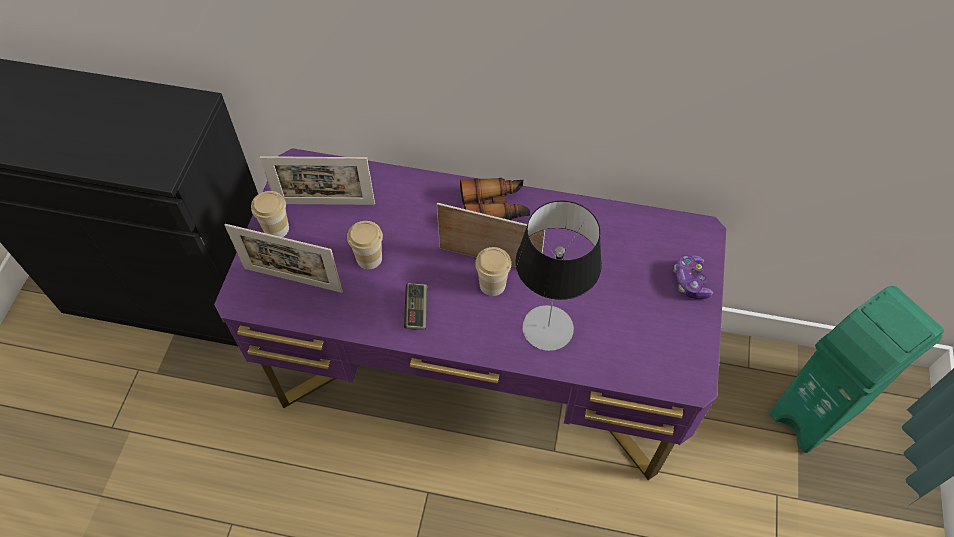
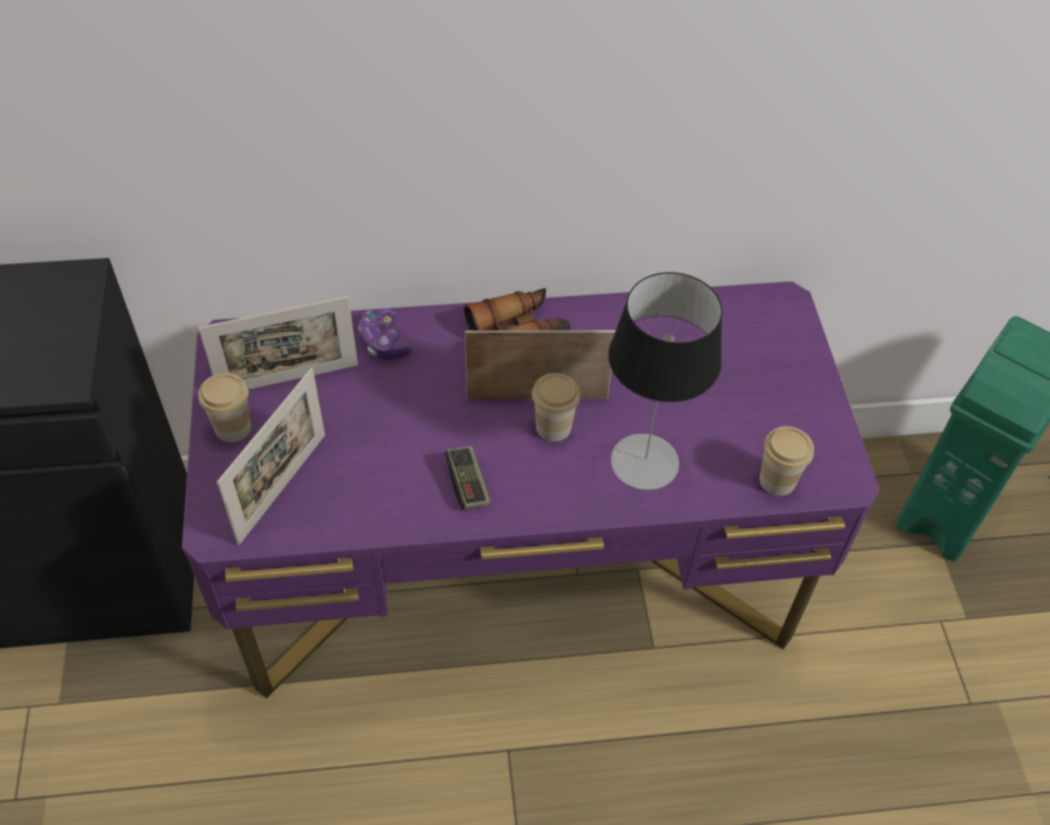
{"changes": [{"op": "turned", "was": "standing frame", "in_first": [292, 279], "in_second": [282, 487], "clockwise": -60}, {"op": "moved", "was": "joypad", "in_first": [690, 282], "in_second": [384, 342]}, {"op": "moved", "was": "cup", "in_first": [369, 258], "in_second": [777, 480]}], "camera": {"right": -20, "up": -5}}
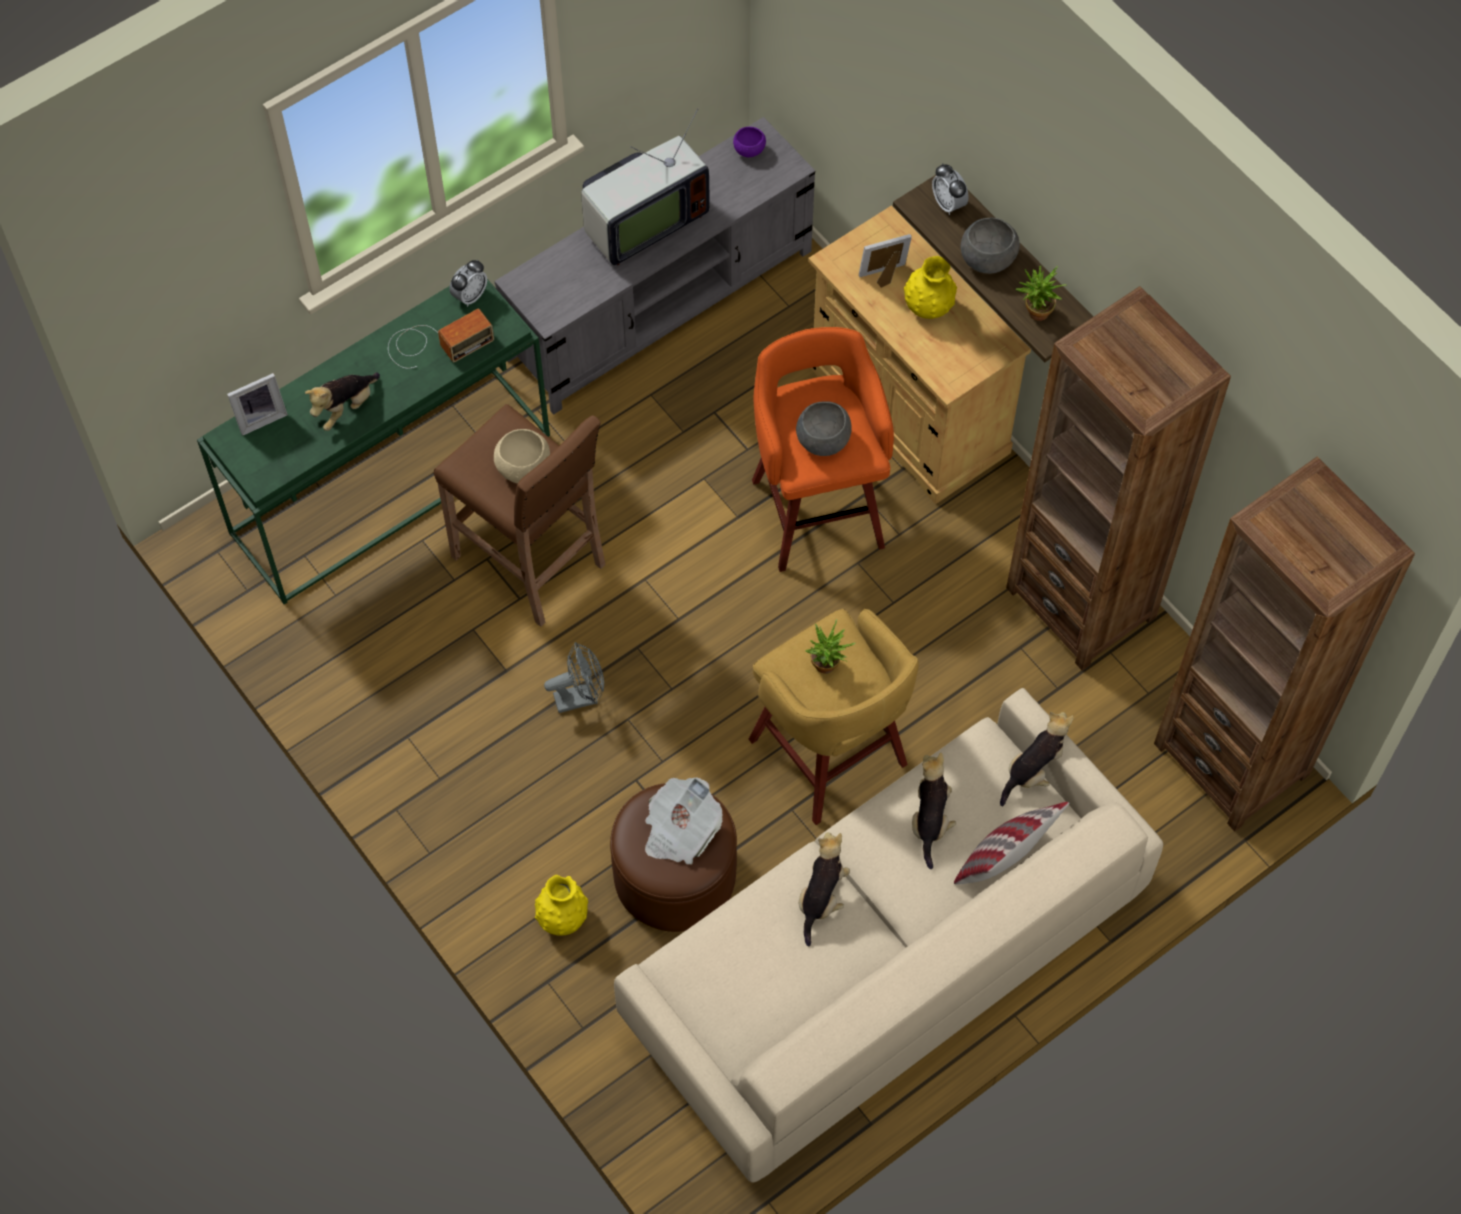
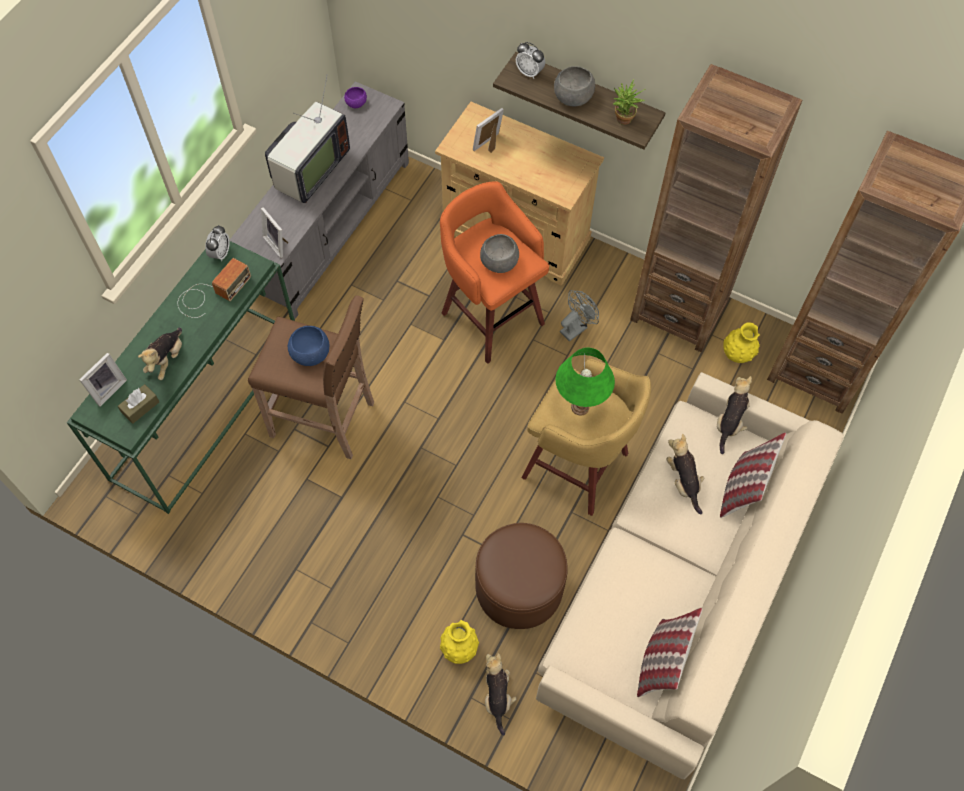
{"changes": [{"op": "added", "now": "brown tissue box", "in_second": [140, 407]}, {"op": "added", "now": "standing frame", "in_second": [278, 243]}, {"op": "recoloured", "was": "beige bowl", "now": "blue-coloured bowl", "in_first": [523, 467], "in_second": [310, 353]}, {"op": "moved", "was": "cuddly toy", "in_first": [822, 897], "in_second": [497, 696]}, {"op": "replaced", "was": "potted plant", "now": "greenish table lamp", "in_first": [828, 667], "in_second": [579, 407]}, {"op": "moved", "was": "grey fan", "in_first": [580, 697], "in_second": [576, 327]}, {"op": "added", "now": "cushion", "in_second": [661, 661]}, {"op": "moved", "was": "yellow-coloured decorative vase", "in_first": [928, 307], "in_second": [737, 354]}, {"op": "removed", "was": "newspaper", "in_first": [680, 830]}], "camera": {"right": -25, "up": 0}}
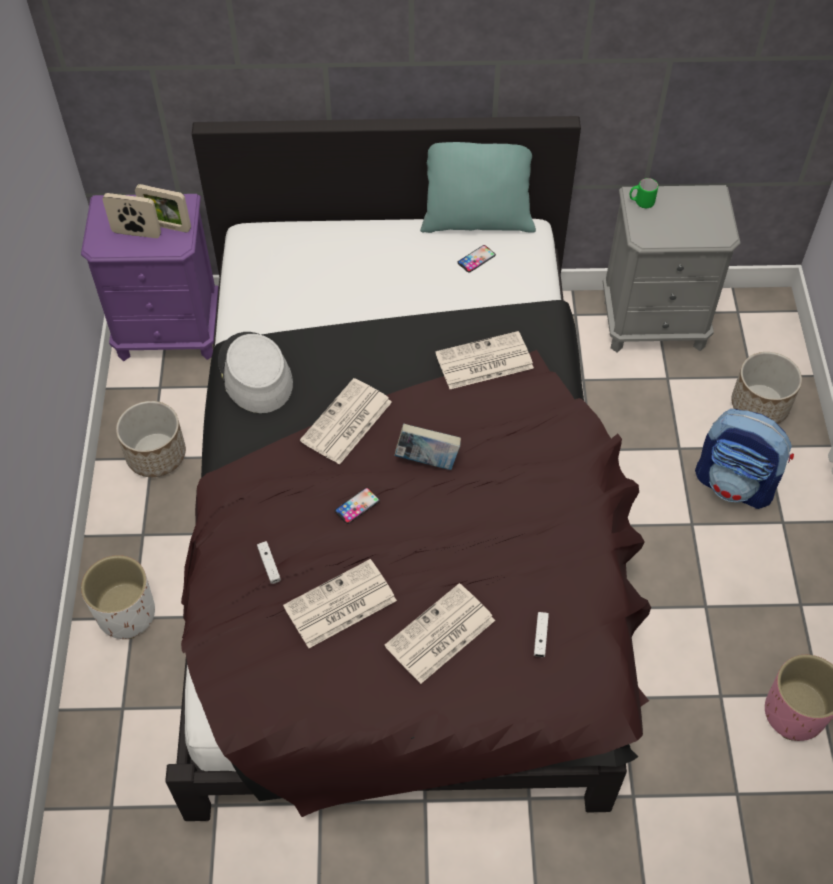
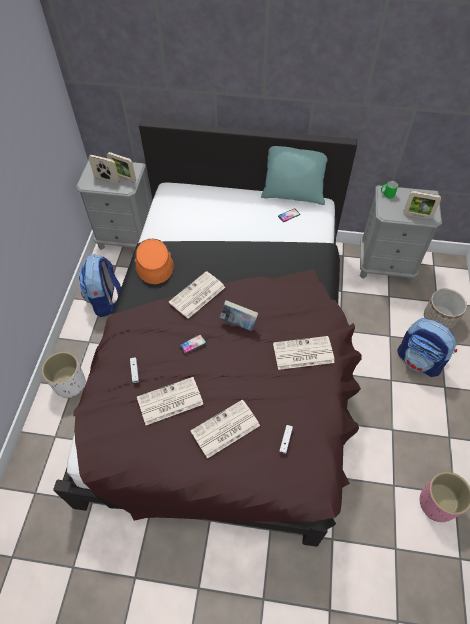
{"changes": [{"op": "recoloured", "was": "purple-coloured nightstand", "now": "grey nightstand", "in_first": [169, 332], "in_second": [127, 238]}, {"op": "replaced", "was": "flower pot", "now": "knapsack", "in_first": [156, 455], "in_second": [106, 300]}, {"op": "recoloured", "was": "grey wearable hat", "now": "orange wearable hat", "in_first": [254, 374], "in_second": [153, 262]}, {"op": "moved", "was": "newspaper", "in_first": [483, 362], "in_second": [302, 353]}, {"op": "added", "now": "standing frame", "in_second": [417, 215]}], "camera": {"right": 10, "up": 0}}
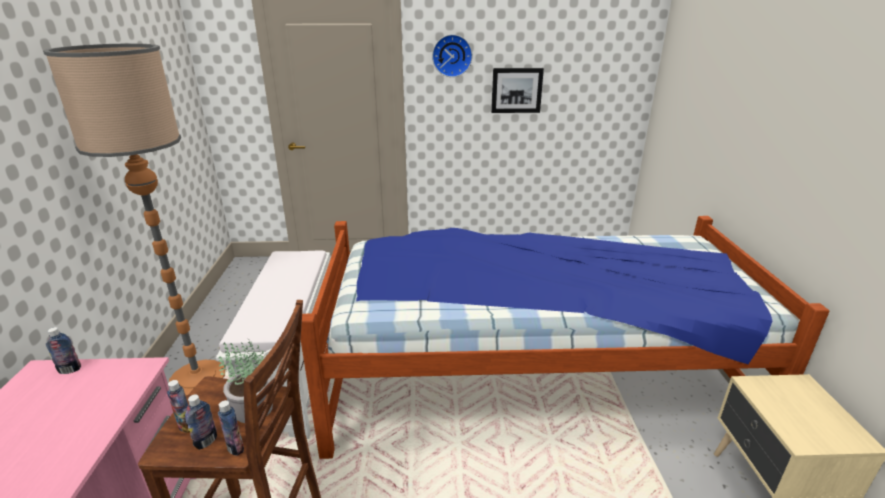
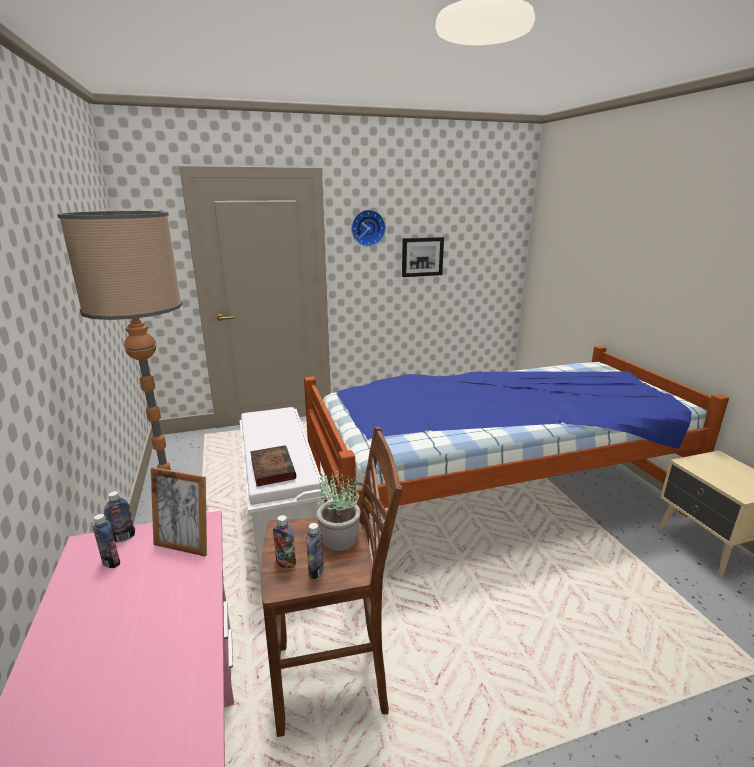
{"changes": [{"op": "moved", "was": "bottle", "in_first": [235, 448], "in_second": [111, 562]}, {"op": "added", "now": "standing frame", "in_second": [185, 544]}, {"op": "added", "now": "book", "in_second": [271, 468]}], "camera": {"right": -15, "up": -5}}
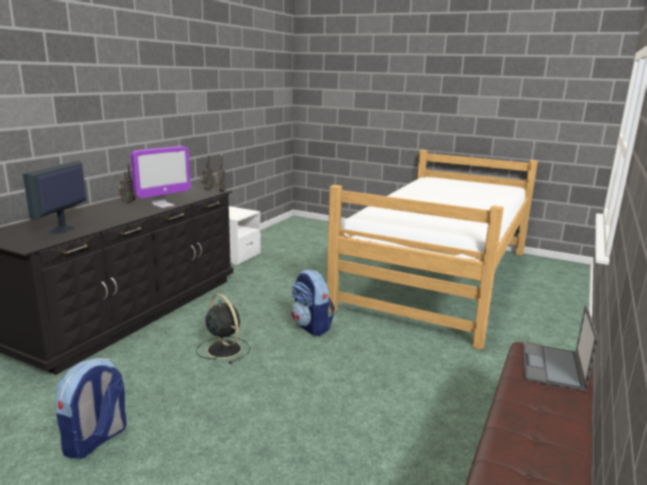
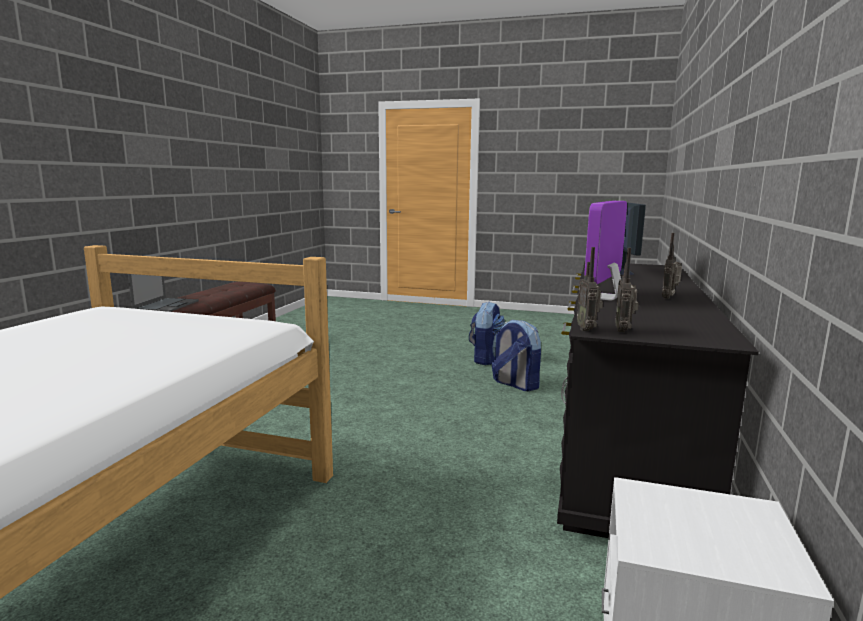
{"changes": [{"op": "moved", "was": "knapsack", "in_first": [311, 326], "in_second": [515, 384]}, {"op": "removed", "was": "black-coloured fan", "in_first": [223, 349]}], "camera": {"right": 170, "up": -5}}
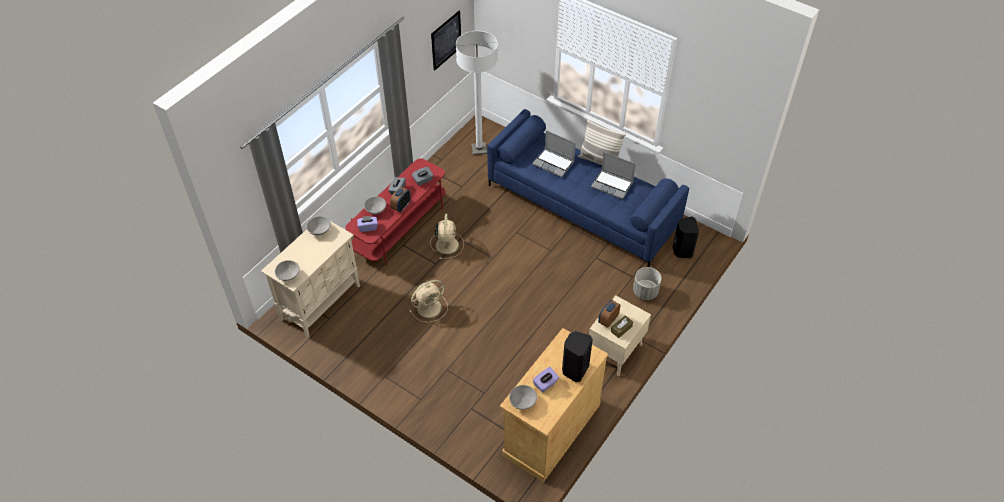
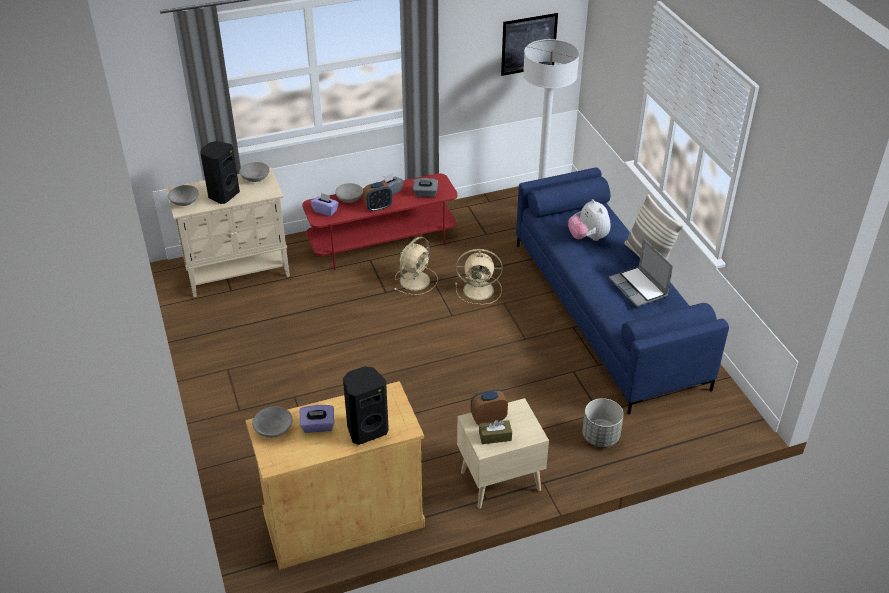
{"changes": [{"op": "moved", "was": "black-coloured speaker", "in_first": [682, 250], "in_second": [223, 195]}, {"op": "moved", "was": "beige fan", "in_first": [430, 307], "in_second": [480, 290]}, {"op": "replaced", "was": "laptop", "now": "cuddly toy", "in_first": [554, 163], "in_second": [588, 237]}], "camera": {"right": 35, "up": -10}}
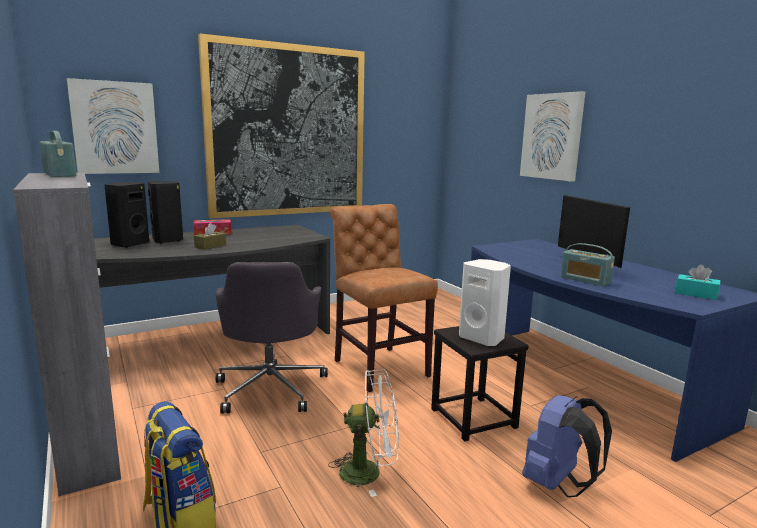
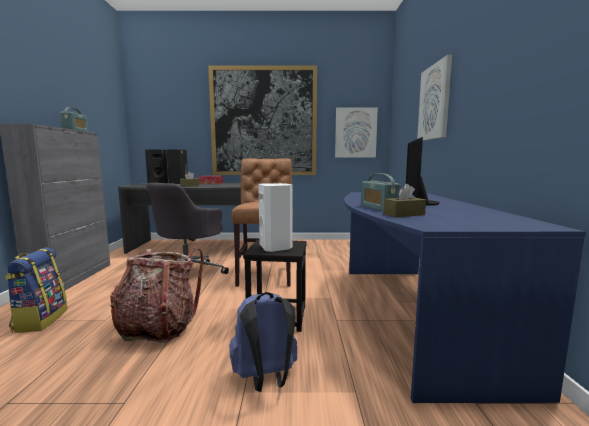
{"changes": [{"op": "replaced", "was": "white fan", "now": "knapsack", "in_first": [369, 472], "in_second": [159, 328]}, {"op": "moved", "was": "picture", "in_first": [115, 128], "in_second": [355, 133]}, {"op": "added", "now": "brown tissue box", "in_second": [404, 214]}, {"op": "removed", "was": "blue-green tissue box", "in_first": [696, 294]}], "camera": {"right": 30, "up": -5}}
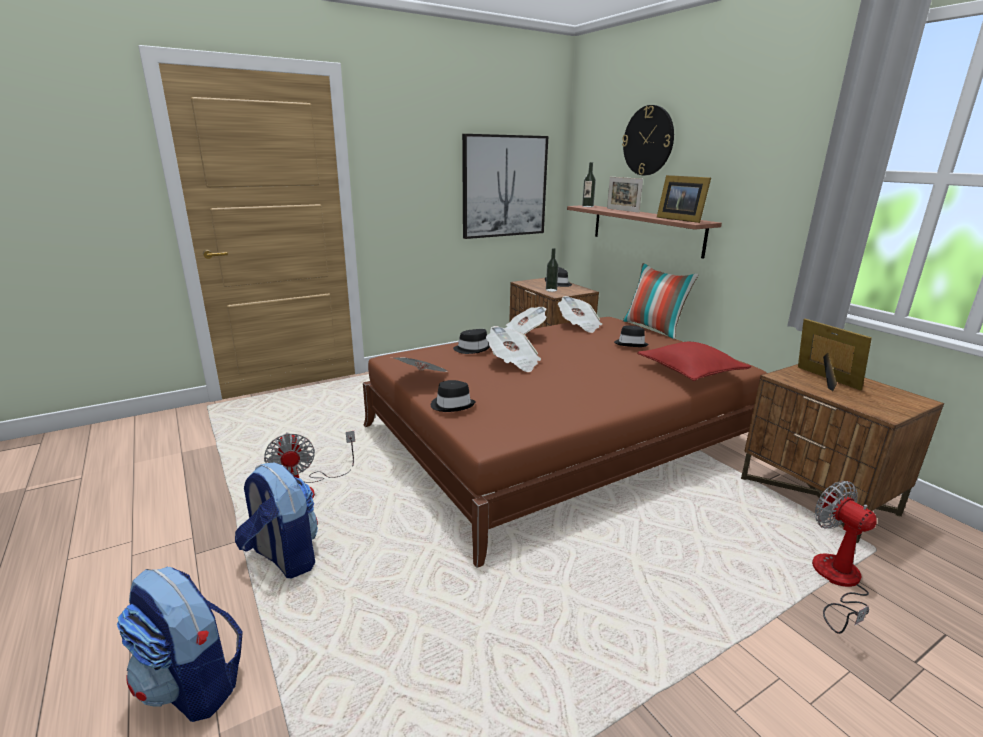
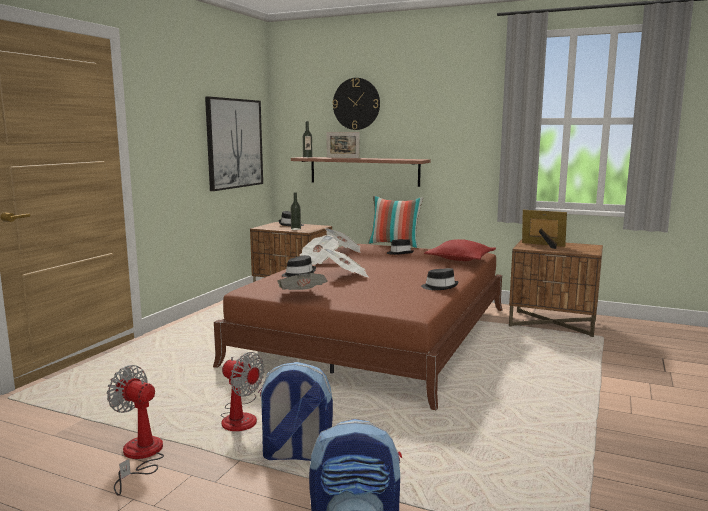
{"changes": [{"op": "moved", "was": "fan", "in_first": [836, 582], "in_second": [140, 456]}, {"op": "moved", "was": "black-coloured wearable hat", "in_first": [452, 405], "in_second": [440, 287]}, {"op": "removed", "was": "standing frame", "in_first": [680, 219]}], "camera": {"right": -35, "up": -10}}
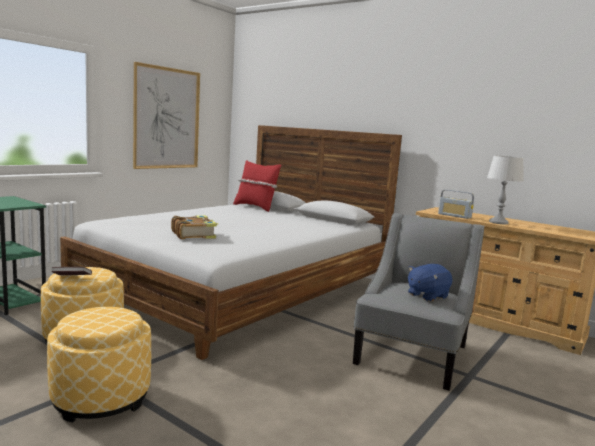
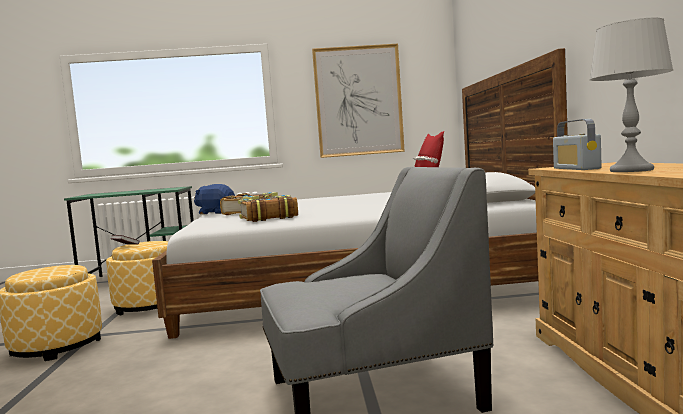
{"changes": [{"op": "moved", "was": "blue-coloured cuddly toy", "in_first": [427, 295], "in_second": [216, 212]}, {"op": "added", "now": "book", "in_second": [268, 217]}], "camera": {"right": 50, "up": -5}}
